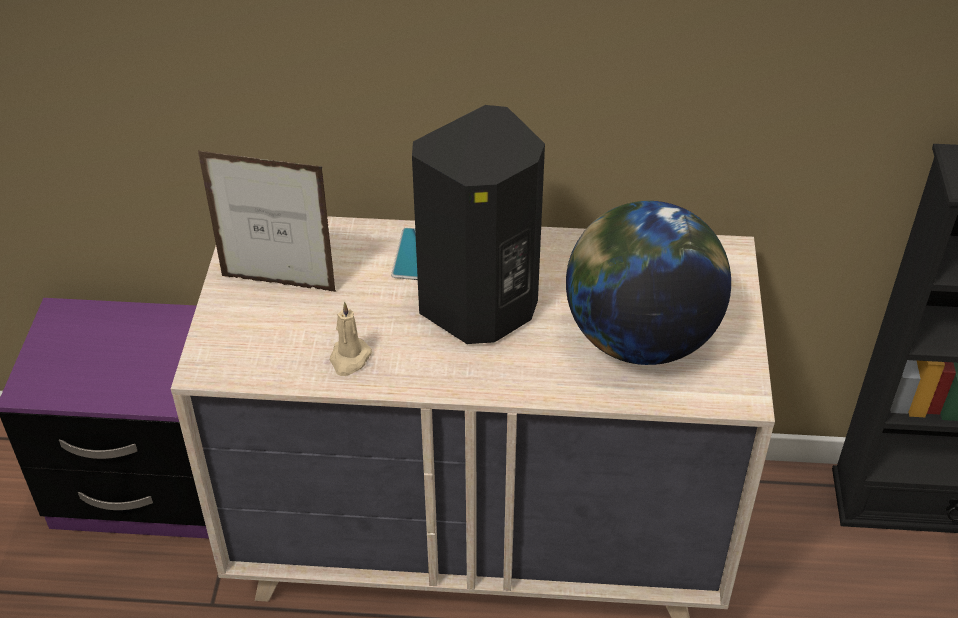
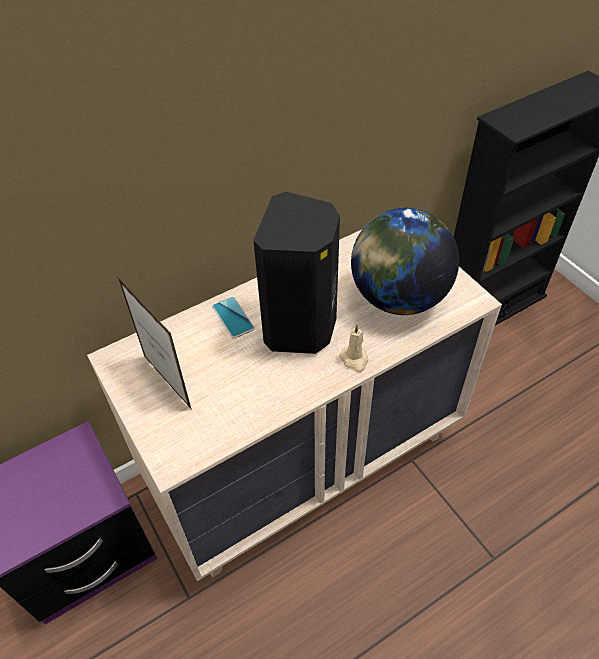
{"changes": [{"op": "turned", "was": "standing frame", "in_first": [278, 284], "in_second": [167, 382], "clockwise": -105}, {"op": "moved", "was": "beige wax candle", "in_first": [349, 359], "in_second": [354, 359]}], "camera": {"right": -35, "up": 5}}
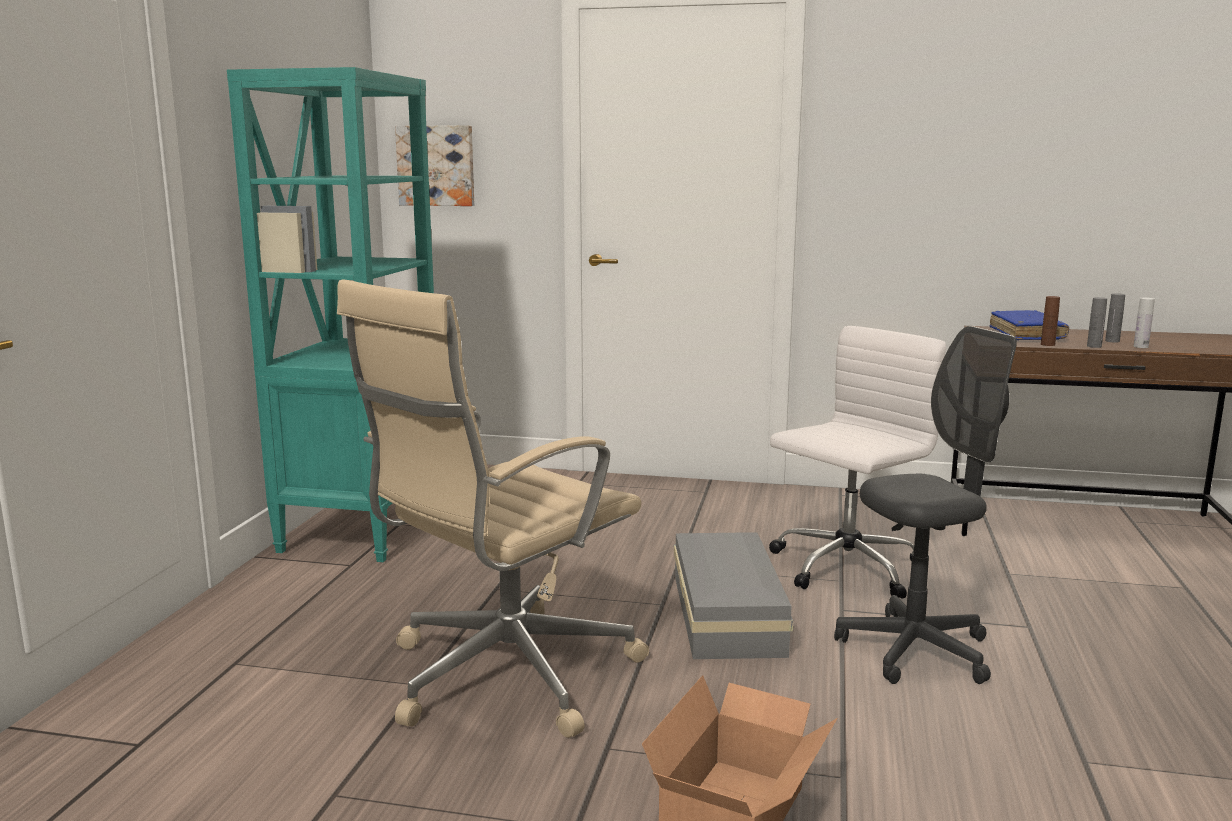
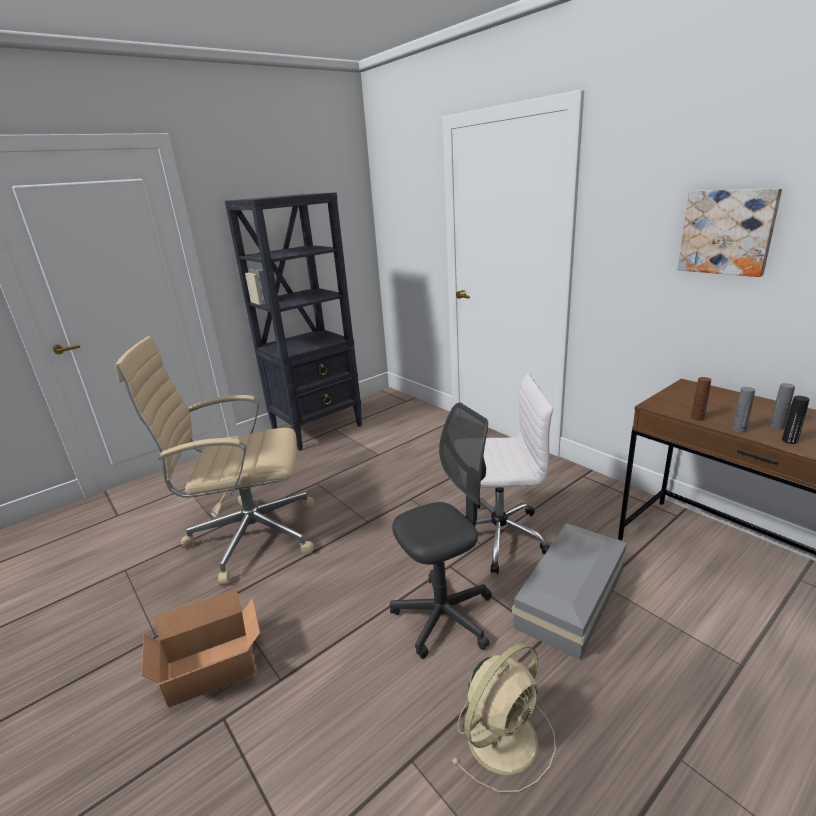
{"changes": [{"op": "recoloured", "was": "blue-green shelving unit", "now": "black-coloured shelving unit", "in_first": [364, 529], "in_second": [318, 428]}, {"op": "turned", "was": "grey desk chair", "in_first": [916, 651], "in_second": [444, 617], "clockwise": -45}, {"op": "added", "now": "beige fan", "in_second": [504, 735]}, {"op": "moved", "was": "grey storage container", "in_first": [729, 613], "in_second": [573, 597]}, {"op": "moved", "was": "picture", "in_first": [436, 166], "in_second": [727, 232]}, {"op": "recoloured", "was": "white bottle", "now": "black-coloured bottle", "in_first": [1140, 346], "in_second": [789, 440]}, {"op": "removed", "was": "blue-coloured book", "in_first": [1026, 334]}], "camera": {"right": 40, "up": 10}}
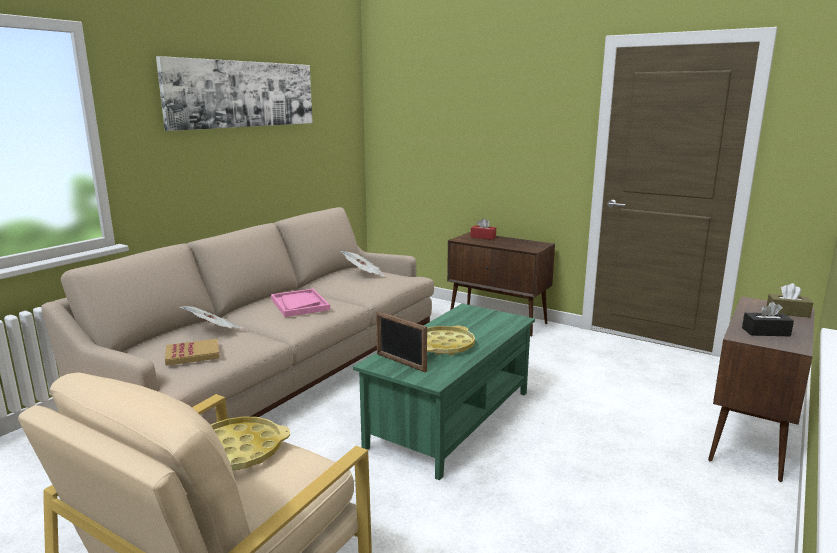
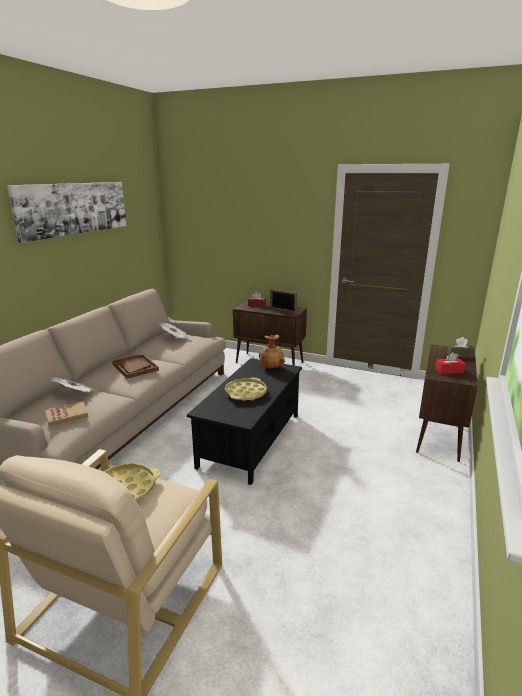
{"changes": [{"op": "recoloured", "was": "pink-coloured carrying tray", "now": "brown carrying tray", "in_first": [299, 304], "in_second": [135, 367]}, {"op": "recoloured", "was": "greenish coffee table", "now": "black-coloured coffee table", "in_first": [451, 418], "in_second": [250, 439]}, {"op": "added", "now": "brown decorative vase", "in_second": [272, 368]}, {"op": "moved", "was": "standing frame", "in_first": [400, 362], "in_second": [282, 311]}, {"op": "recoloured", "was": "black-coloured tissue box", "now": "reddish tissue box", "in_first": [765, 332], "in_second": [449, 371]}], "camera": {"right": -10, "up": 5}}
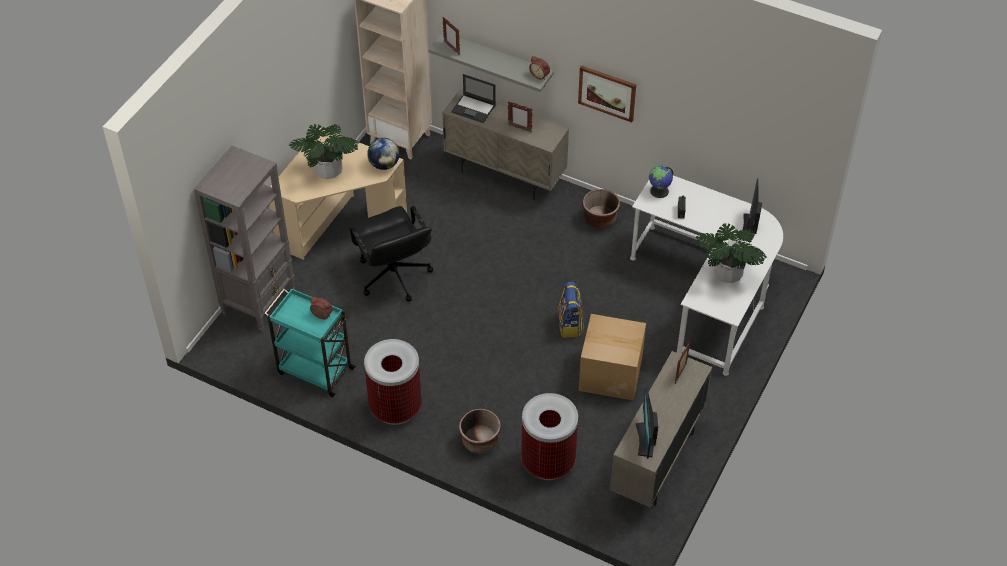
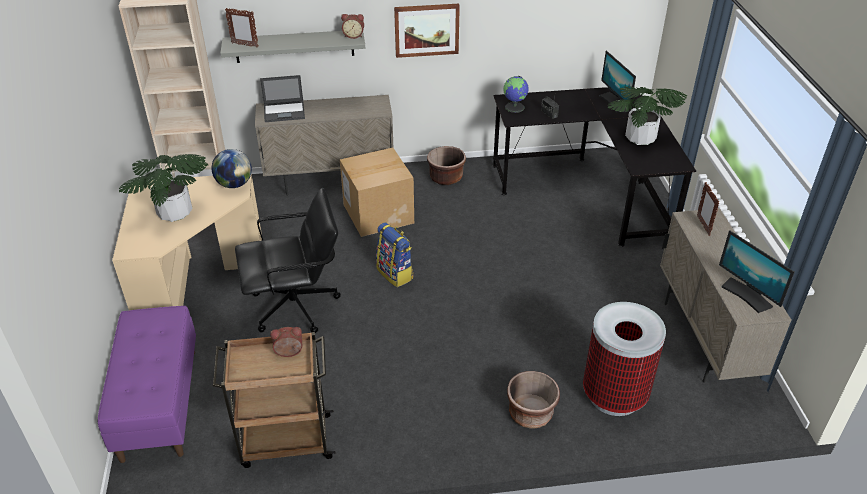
{"changes": [{"op": "replaced", "was": "grey shelving unit", "now": "purple-coloured long seat", "in_first": [259, 301], "in_second": [159, 403]}, {"op": "recoloured", "was": "blue-green cart", "now": "brown cart", "in_first": [314, 370], "in_second": [284, 441]}, {"op": "turned", "was": "black-coloured desk chair", "in_first": [393, 276], "in_second": [296, 306], "clockwise": -45}, {"op": "moved", "was": "packing box", "in_first": [610, 373], "in_second": [378, 213]}, {"op": "moved", "was": "knapsack", "in_first": [570, 325], "in_second": [395, 273]}, {"op": "recoloured", "was": "white desk", "now": "black-coloured desk", "in_first": [708, 292], "in_second": [589, 190]}, {"op": "removed", "was": "waste bin", "in_first": [395, 407]}, {"op": "removed", "was": "standing frame", "in_first": [519, 128]}], "camera": {"right": -35, "up": -10}}
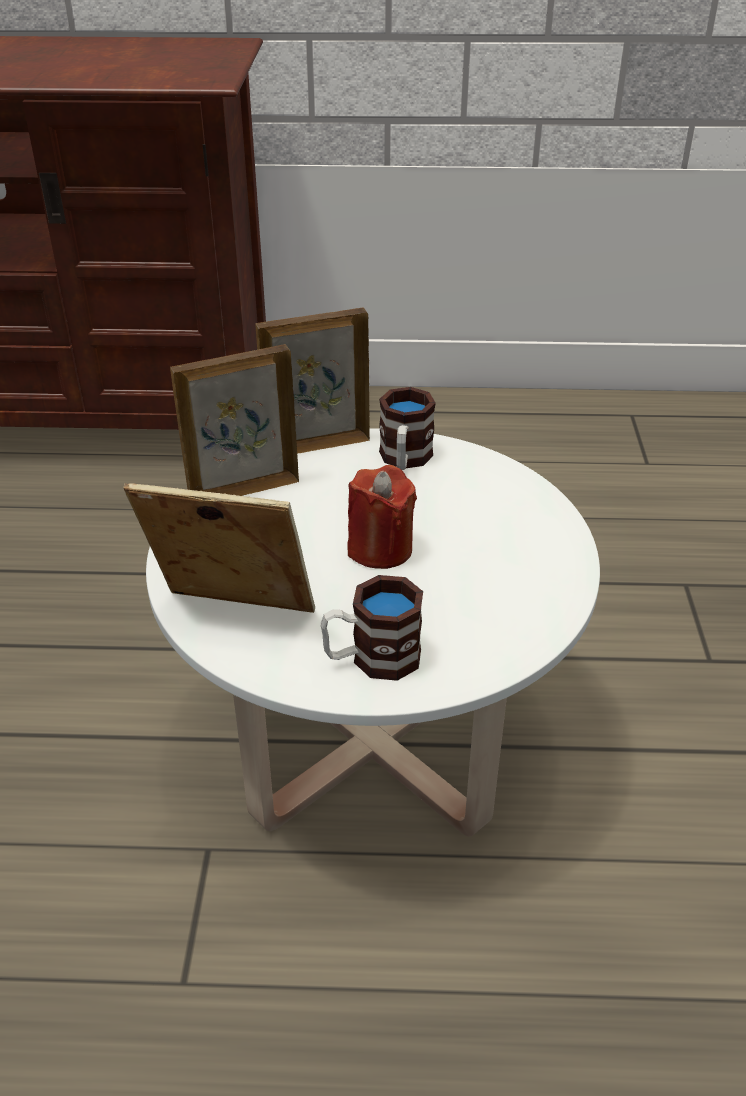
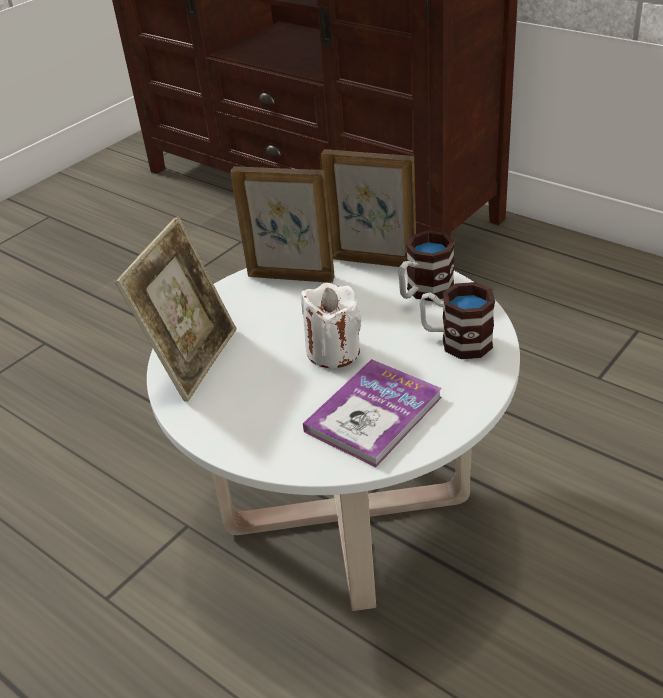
{"changes": [{"op": "turned", "was": "standing frame", "in_first": [233, 619], "in_second": [193, 360], "clockwise": 60}, {"op": "recoloured", "was": "reddish wax candle", "now": "white wax candle", "in_first": [380, 549], "in_second": [333, 351]}, {"op": "added", "now": "book", "in_second": [373, 414]}, {"op": "moved", "was": "coffee mug", "in_first": [372, 659], "in_second": [456, 341]}], "camera": {"right": 40, "up": 0}}
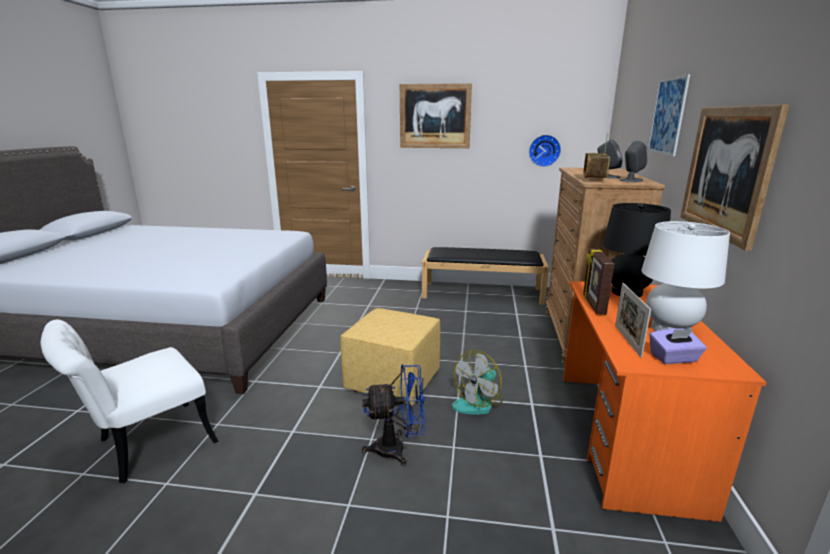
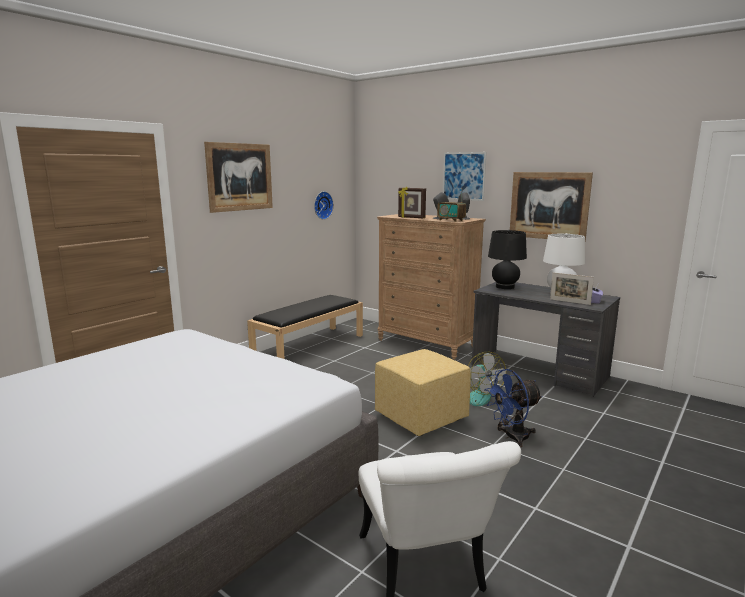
{"changes": [{"op": "moved", "was": "standing frame", "in_first": [593, 305], "in_second": [411, 218]}, {"op": "recoloured", "was": "orange desk", "now": "grey desk", "in_first": [624, 437], "in_second": [538, 371]}, {"op": "turned", "was": "blue-coloured fan", "in_first": [398, 449], "in_second": [511, 437], "clockwise": -135}], "camera": {"right": -60, "up": -5}}
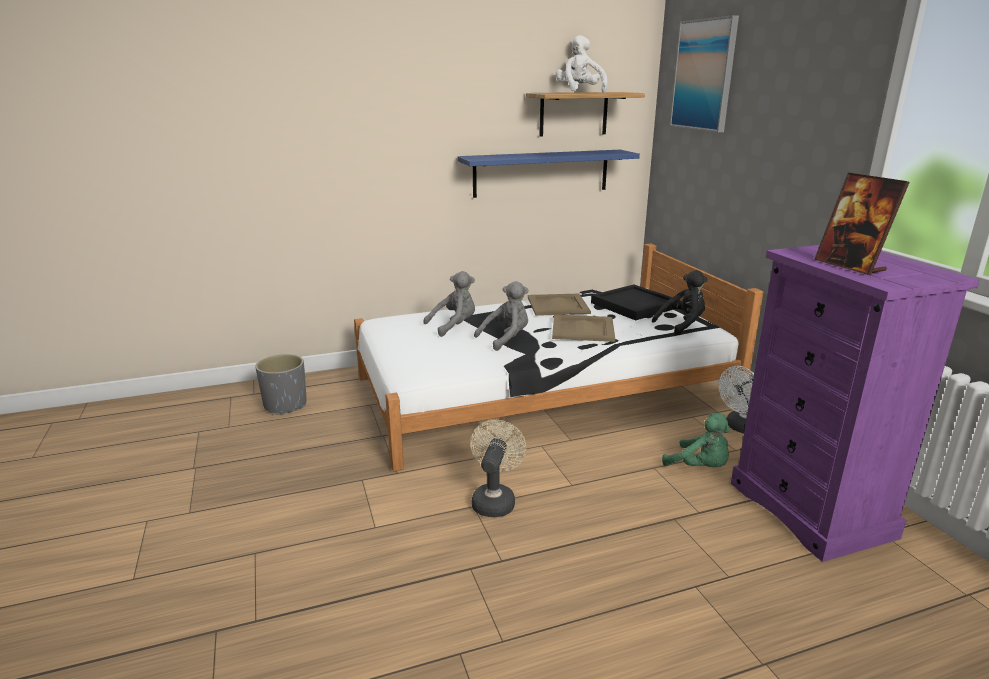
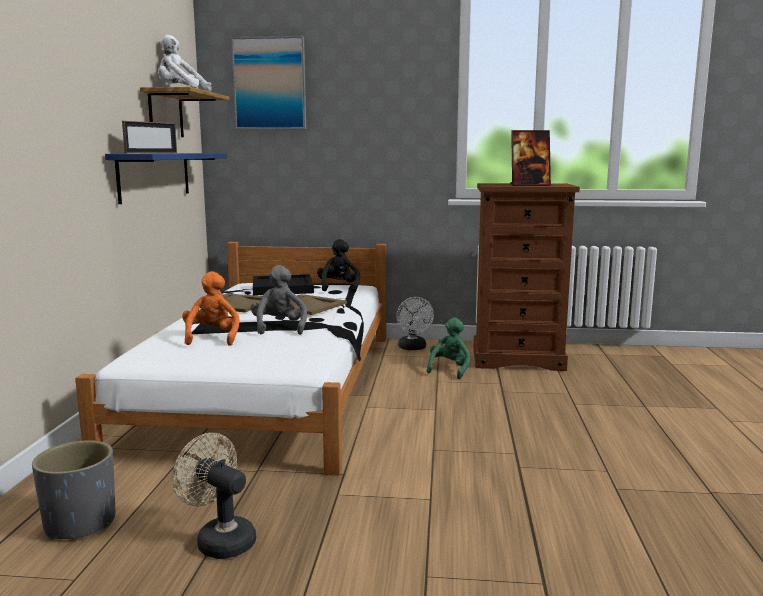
{"changes": [{"op": "added", "now": "standing frame", "in_second": [151, 153]}, {"op": "moved", "was": "beige fan", "in_first": [494, 500], "in_second": [220, 540]}, {"op": "recoloured", "was": "grey cuddly toy", "now": "orange cuddly toy", "in_first": [454, 326], "in_second": [212, 338]}, {"op": "turned", "was": "greenish cuddly toy", "in_first": [700, 467], "in_second": [449, 370], "clockwise": -45}, {"op": "recoloured", "was": "purple-coloured drawer chest", "now": "brown drawer chest", "in_first": [811, 510], "in_second": [518, 359]}], "camera": {"right": -65, "up": -10}}
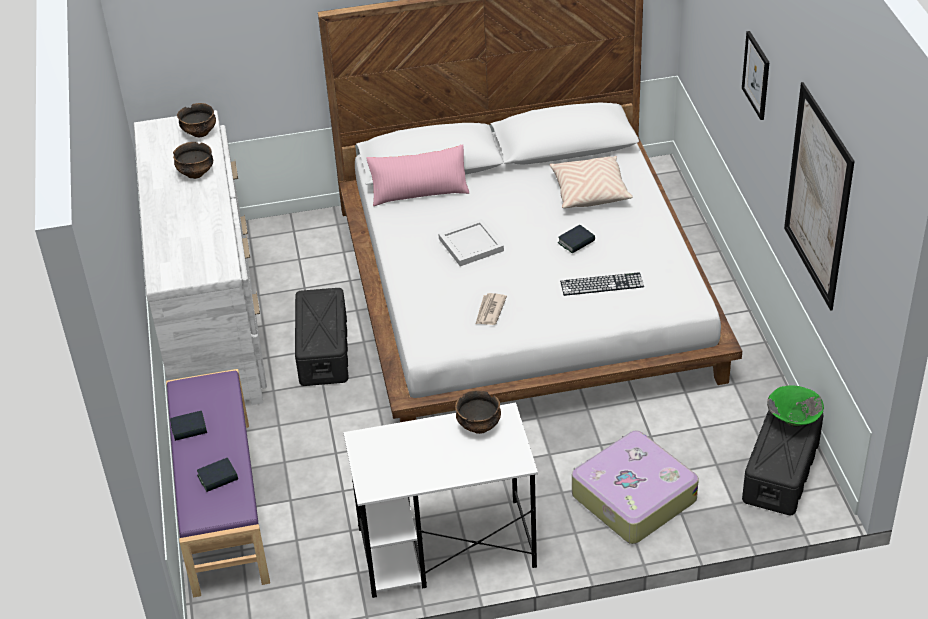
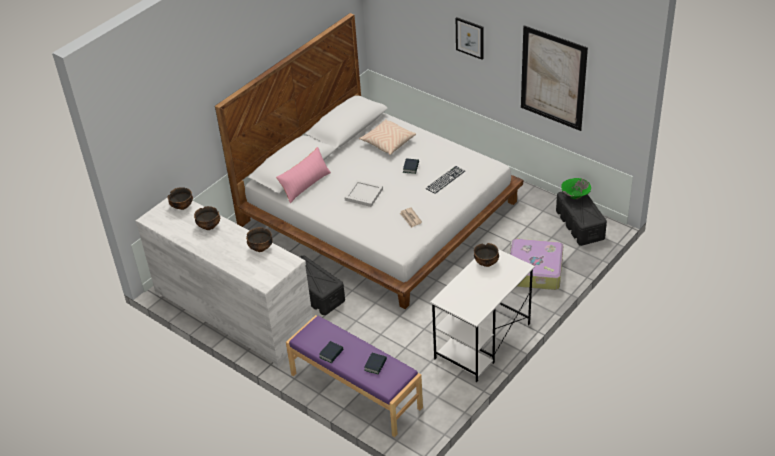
{"changes": [{"op": "added", "now": "bowl", "in_second": [260, 248]}], "camera": {"right": -40, "up": 0}}
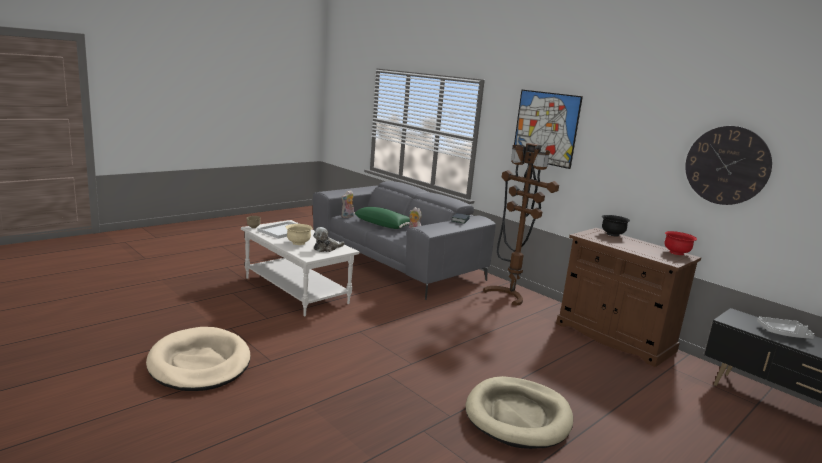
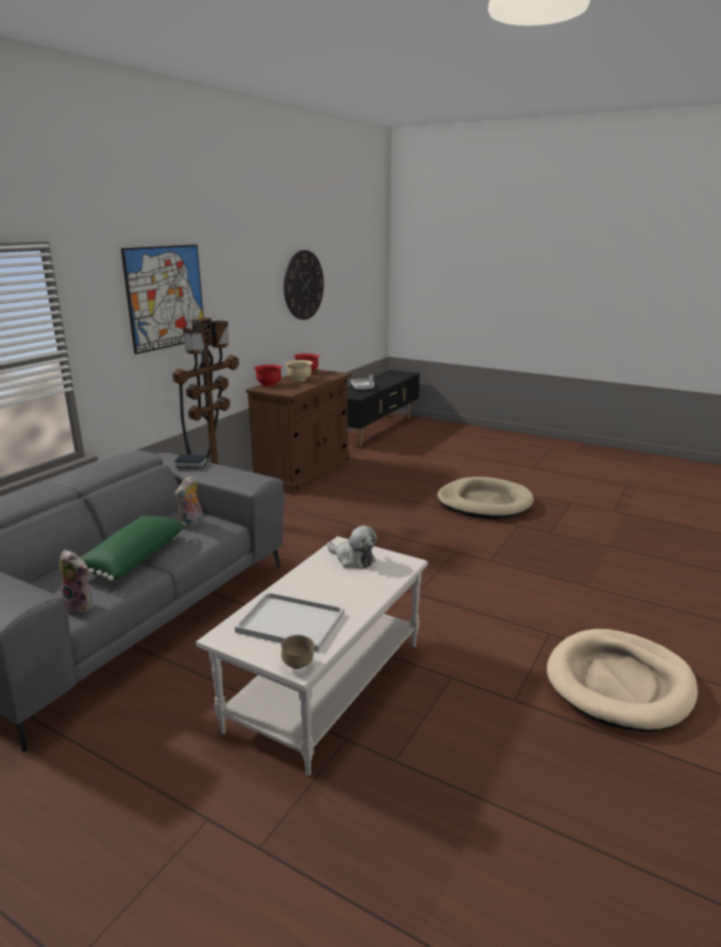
{"changes": [{"op": "recoloured", "was": "black-coloured bowl", "now": "reddish bowl", "in_first": [612, 234], "in_second": [269, 385]}, {"op": "moved", "was": "beige bowl", "in_first": [298, 243], "in_second": [299, 379]}], "camera": {"right": -105, "up": 5}}
